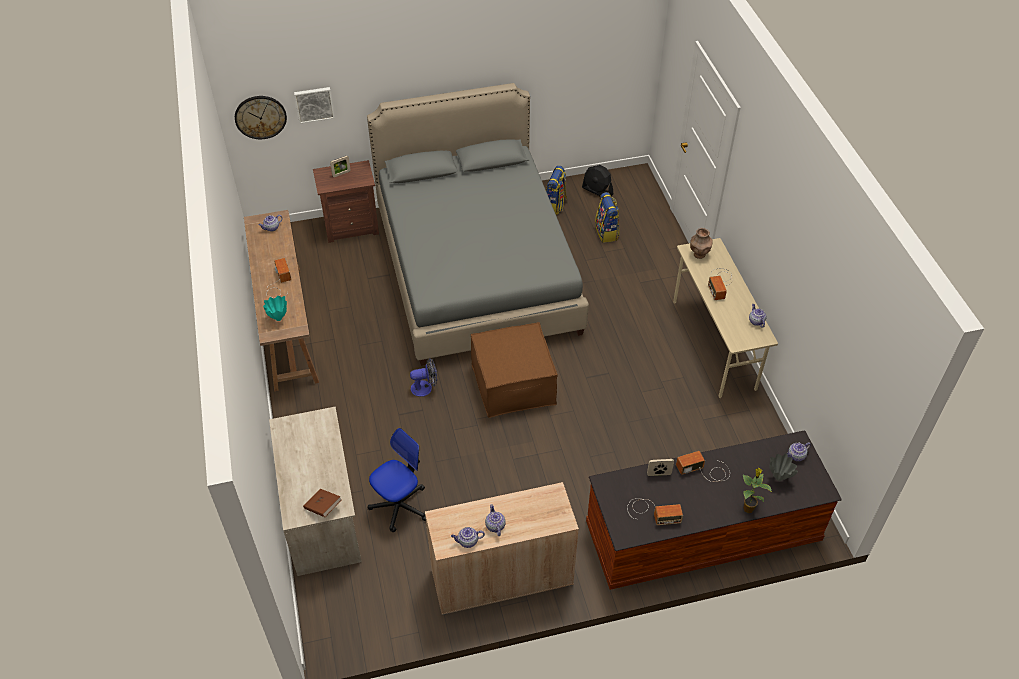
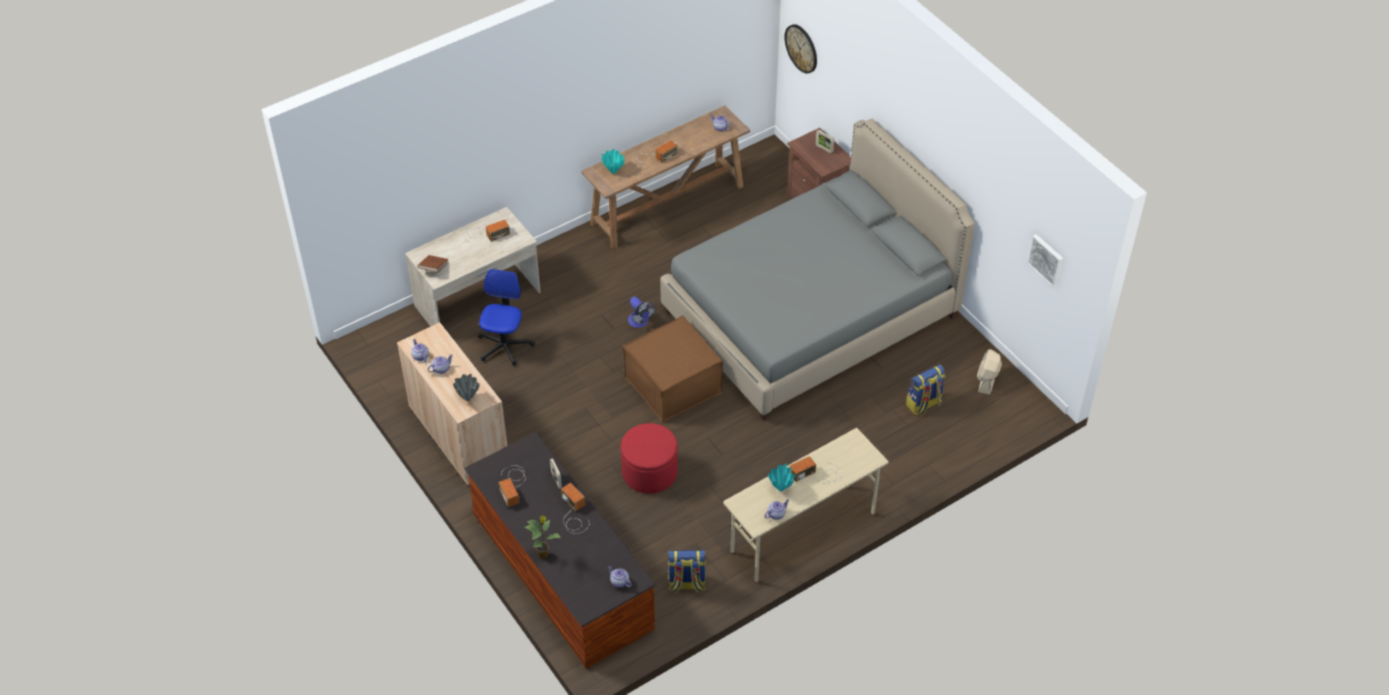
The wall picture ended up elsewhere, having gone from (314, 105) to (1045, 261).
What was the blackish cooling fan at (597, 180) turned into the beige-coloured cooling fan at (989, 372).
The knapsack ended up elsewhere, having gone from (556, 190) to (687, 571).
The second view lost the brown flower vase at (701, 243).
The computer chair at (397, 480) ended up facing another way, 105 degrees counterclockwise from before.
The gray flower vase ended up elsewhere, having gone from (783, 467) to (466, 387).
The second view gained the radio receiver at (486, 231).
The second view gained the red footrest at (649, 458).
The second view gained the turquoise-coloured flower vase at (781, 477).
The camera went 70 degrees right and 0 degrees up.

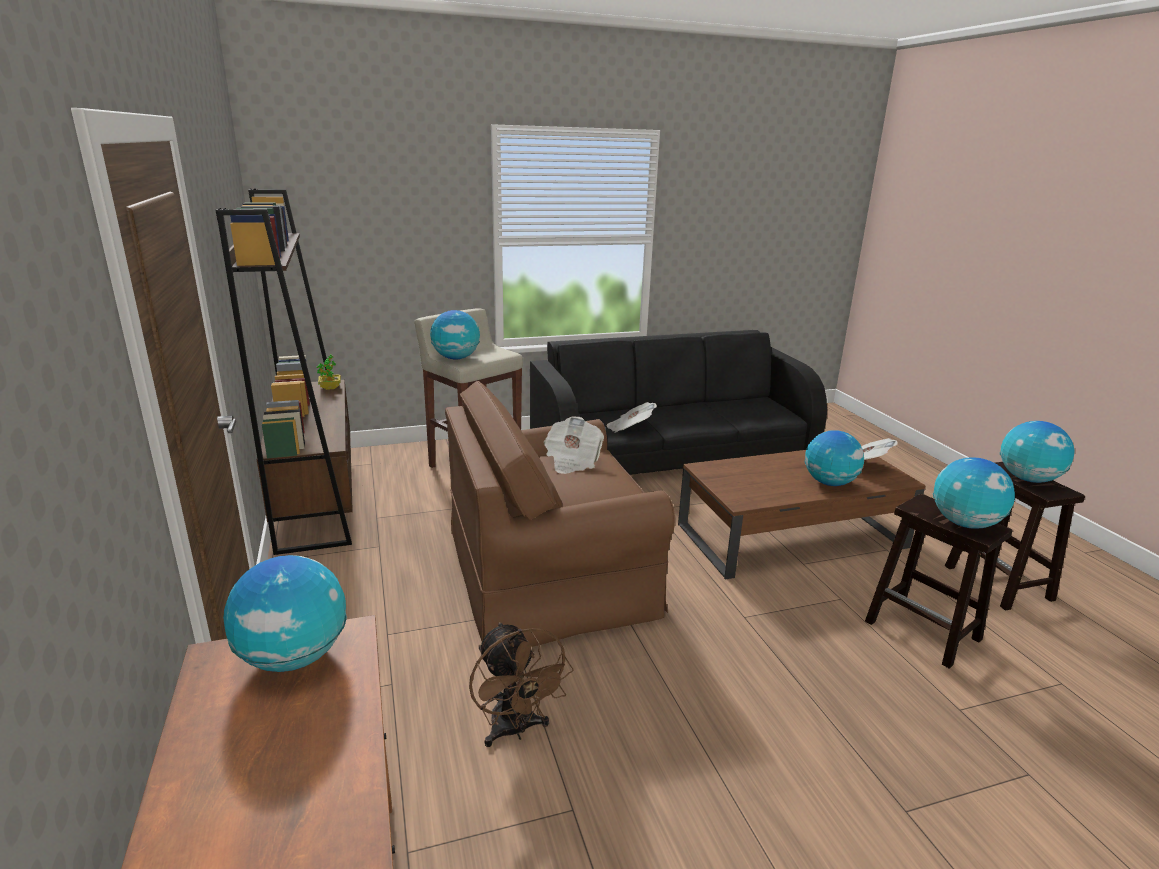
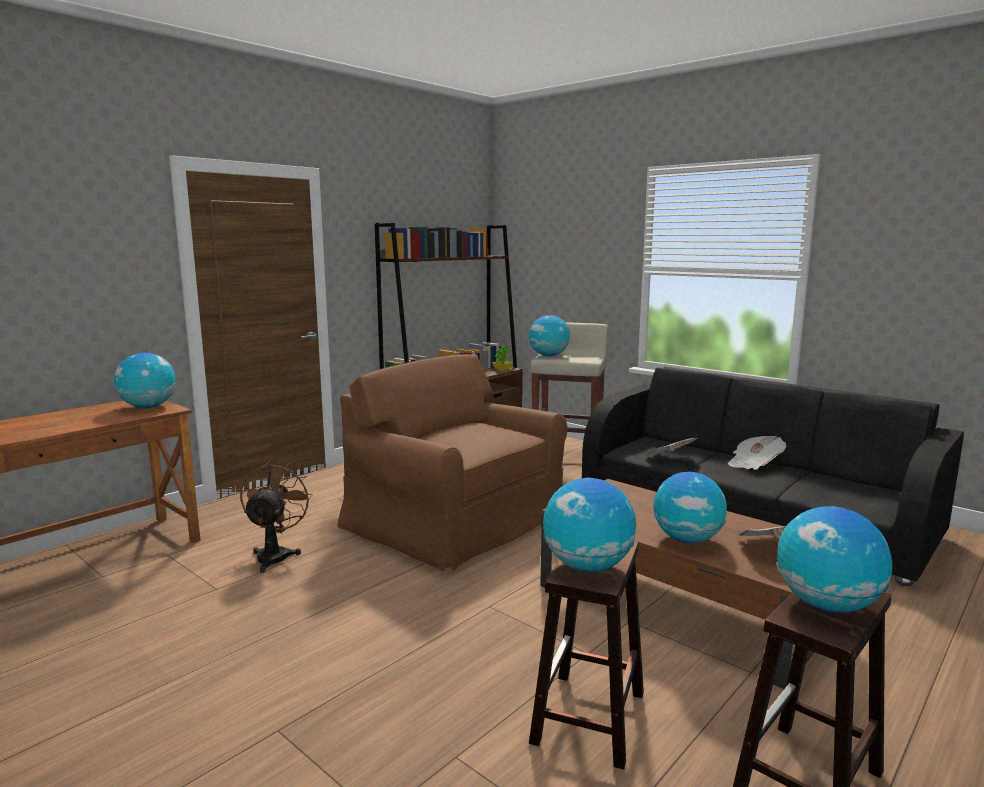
The printed paper ended up elsewhere, having gone from (574, 445) to (757, 453).
The brown cooling fan at (521, 684) ended up facing another way, 150 degrees clockwise from before.
The camera went 60 degrees right and 10 degrees down.

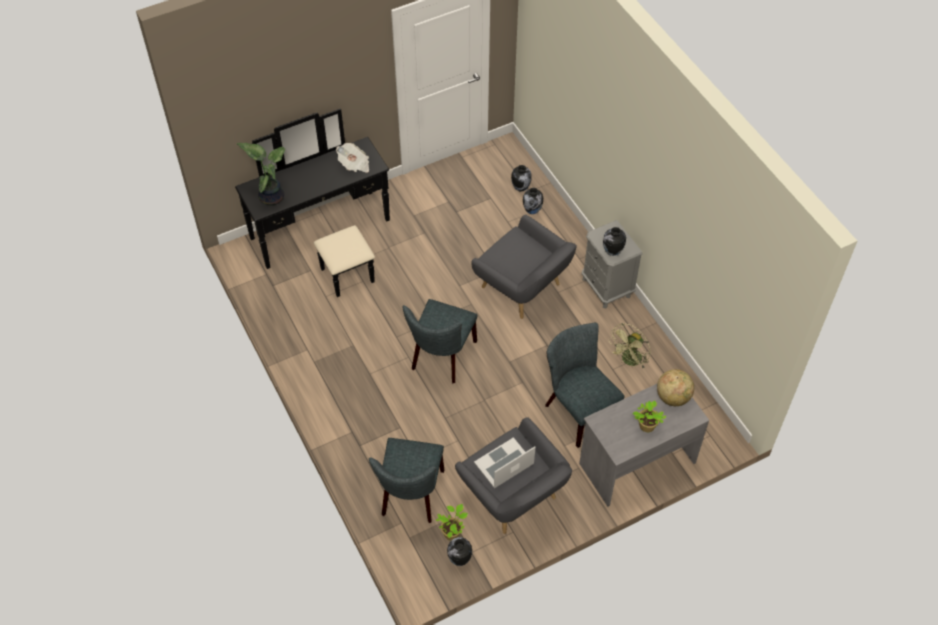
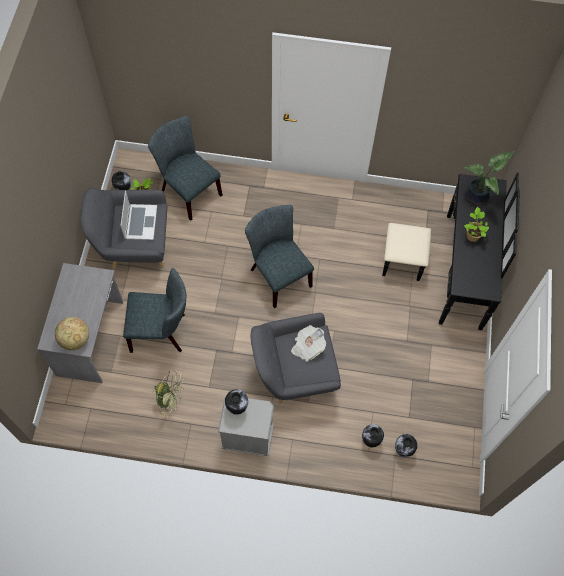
The printed paper ended up elsewhere, having gone from (352, 158) to (308, 343).
The green-coloured cooling fan at (629, 345) ended up facing another way, 120 degrees clockwise from before.
The plant in a pot ended up elsewhere, having gone from (649, 416) to (476, 224).
The camera went 125 degrees right and 10 degrees up.

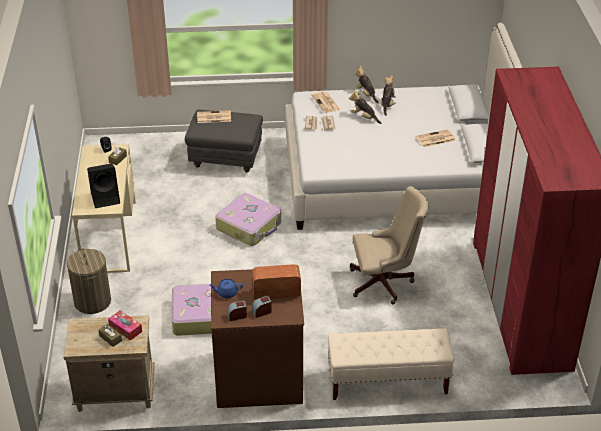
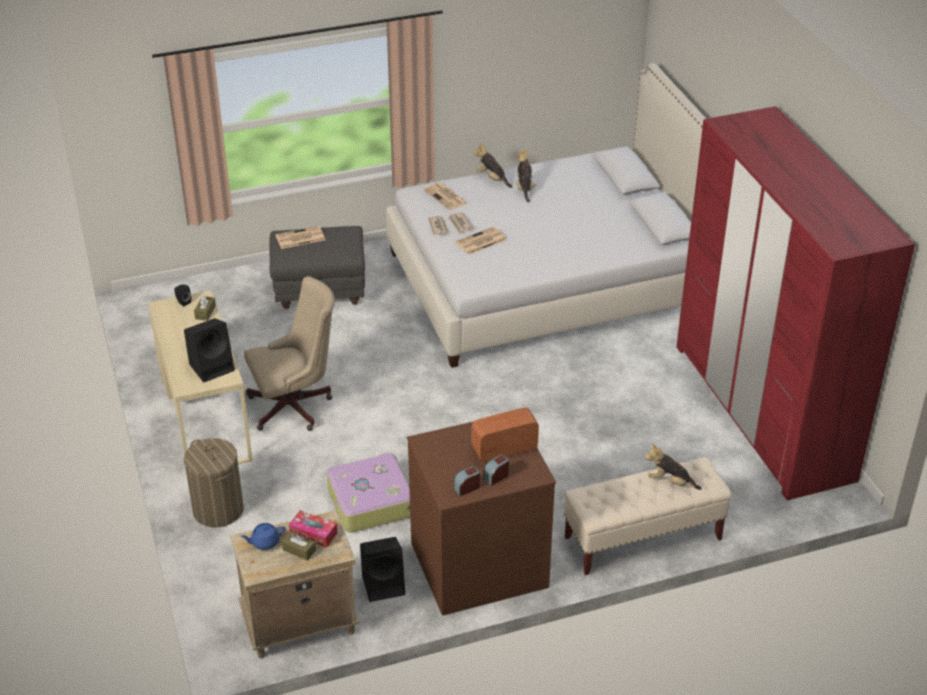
The soft toy ended up elsewhere, having gone from (365, 107) to (673, 466).
The printed paper ended up elsewhere, having gone from (436, 138) to (481, 241).
The beige-coloured computer chair ended up elsewhere, having gone from (389, 245) to (289, 353).
The second view lost the travel case at (248, 219).
The blue-coloured pot for tea ended up elsewhere, having gone from (226, 288) to (263, 536).
The second view gained the blackish speaker at (382, 569).
The camera went 15 degrees left and 0 degrees up.

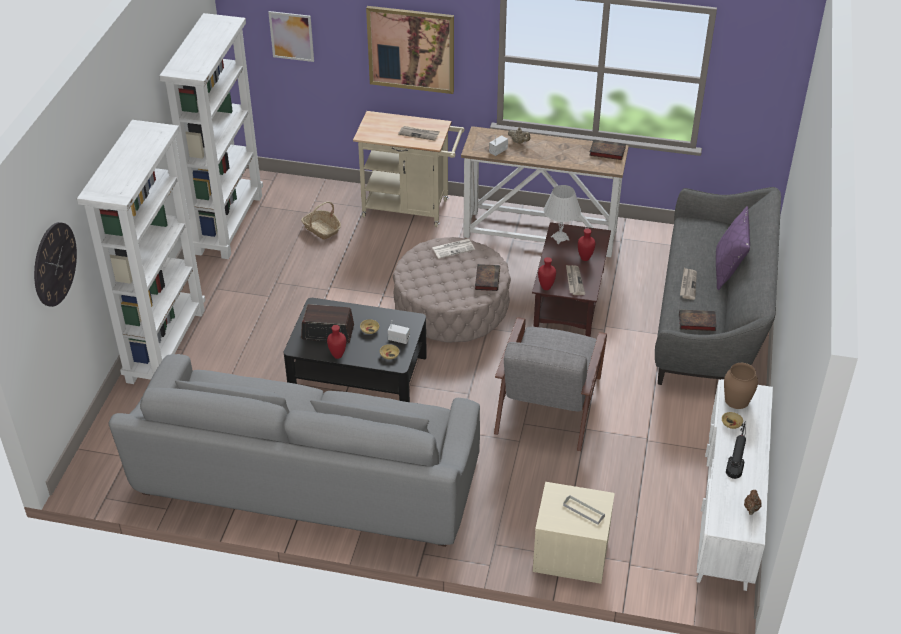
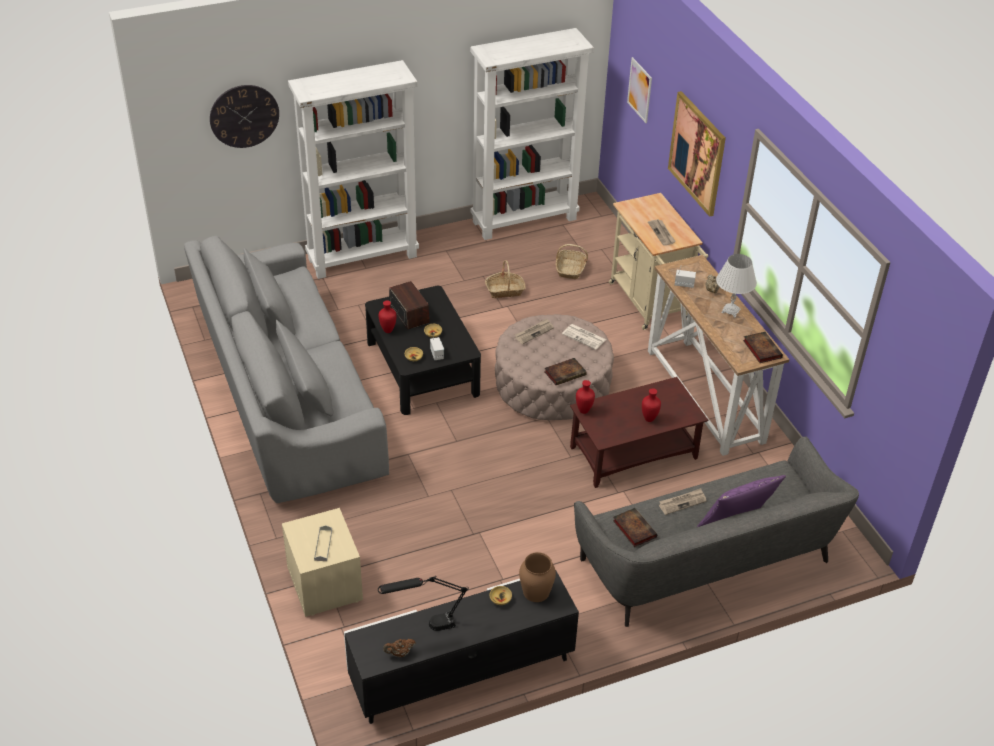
The white lamp for a table ended up elsewhere, having gone from (562, 214) to (736, 286).
The printed paper ended up elsewhere, having gone from (575, 280) to (534, 331).
The second view lost the gray armchair at (550, 384).
What was the white tv unit at (734, 485) turned into the blackish tv unit at (461, 647).
The second view gained the basket at (505, 279).
The camera went 55 degrees right and 0 degrees up.

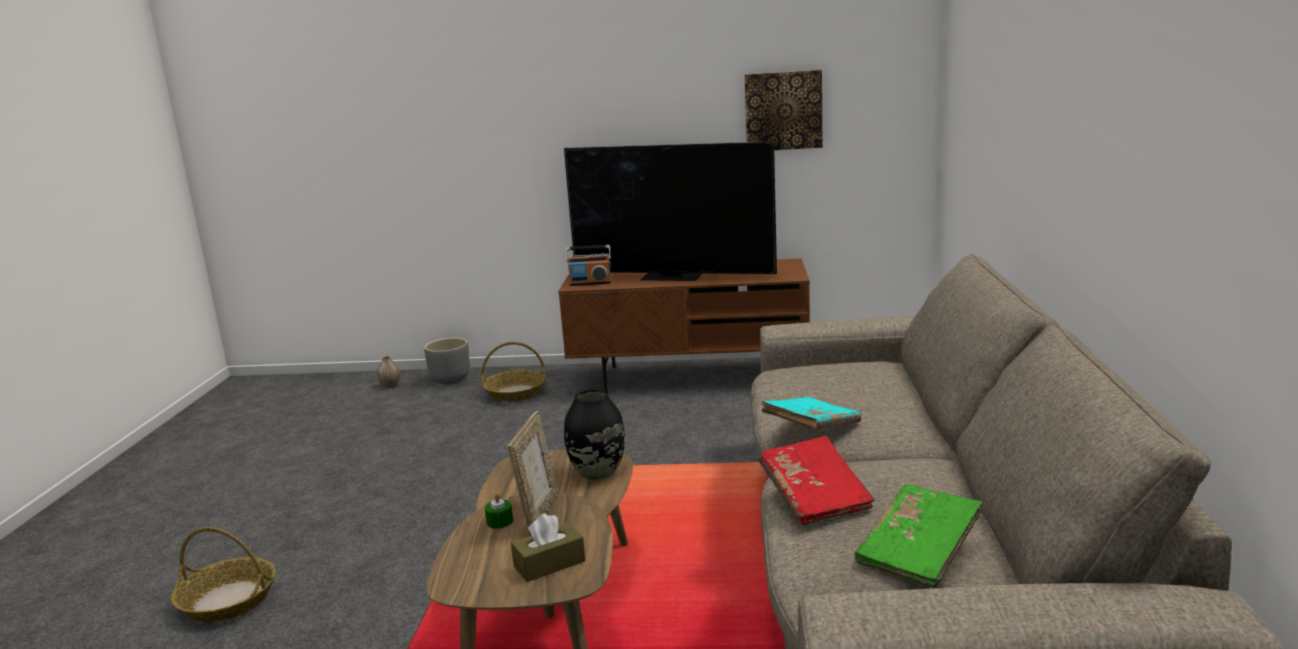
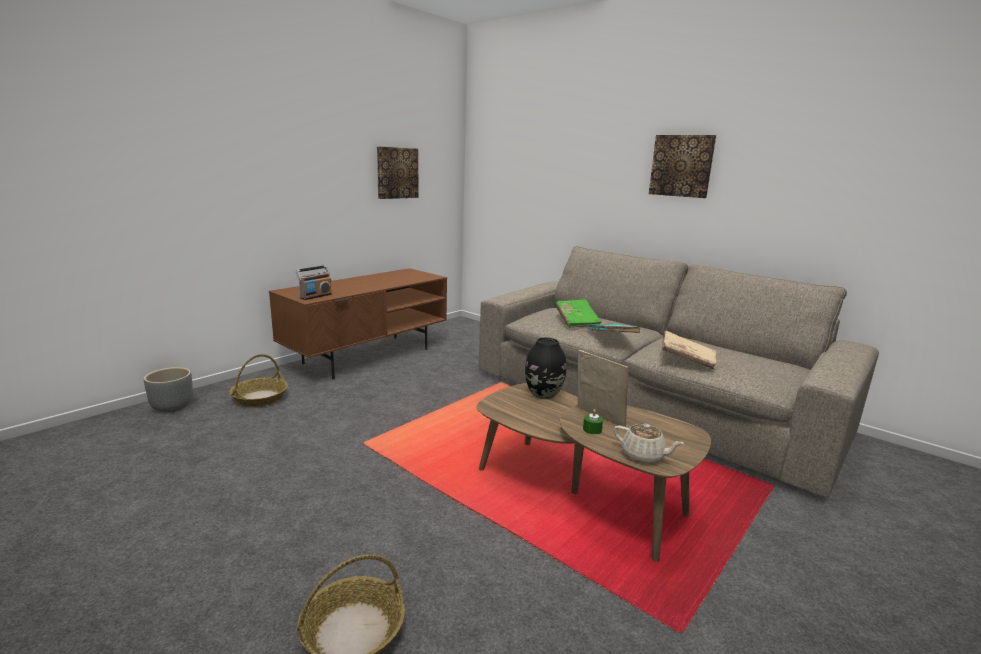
The second view lost the television at (670, 211).
The second view lost the flower vase at (389, 372).
What was the red volume at (817, 481) turned into the beige-coloured volume at (689, 350).
The green-coloured volume ended up elsewhere, having gone from (919, 536) to (578, 313).
The second view lost the brown tissue holder at (548, 547).
The second view gained the wall picture at (682, 166).
The second view gained the beige-coloured pot for tea at (649, 443).
The camera went 55 degrees left and 0 degrees up.

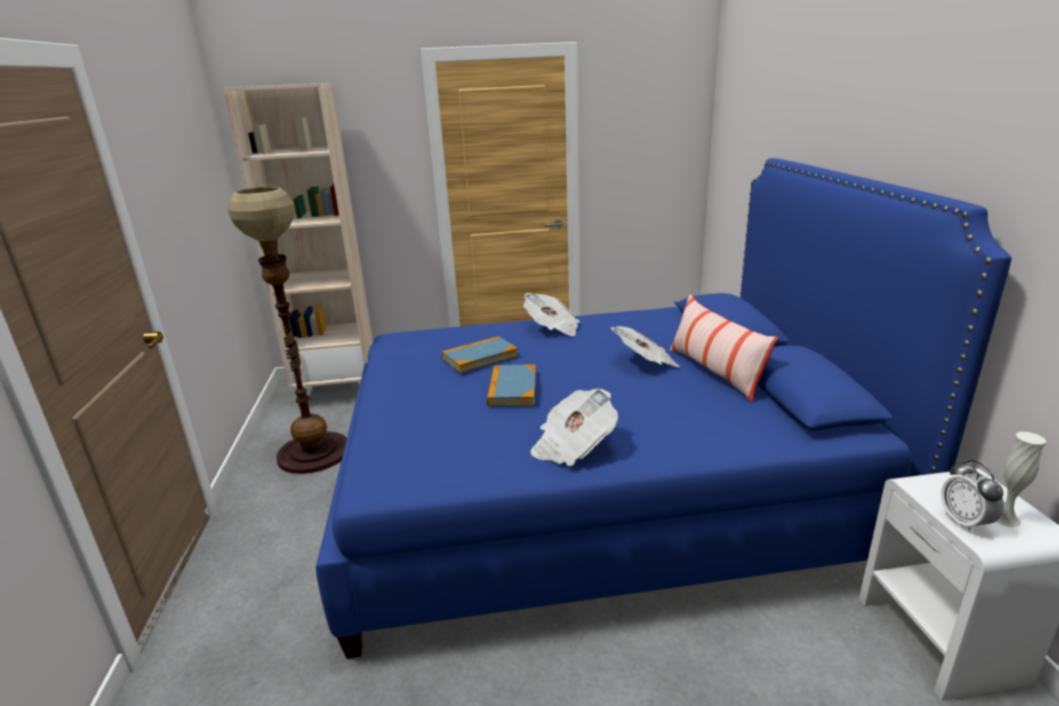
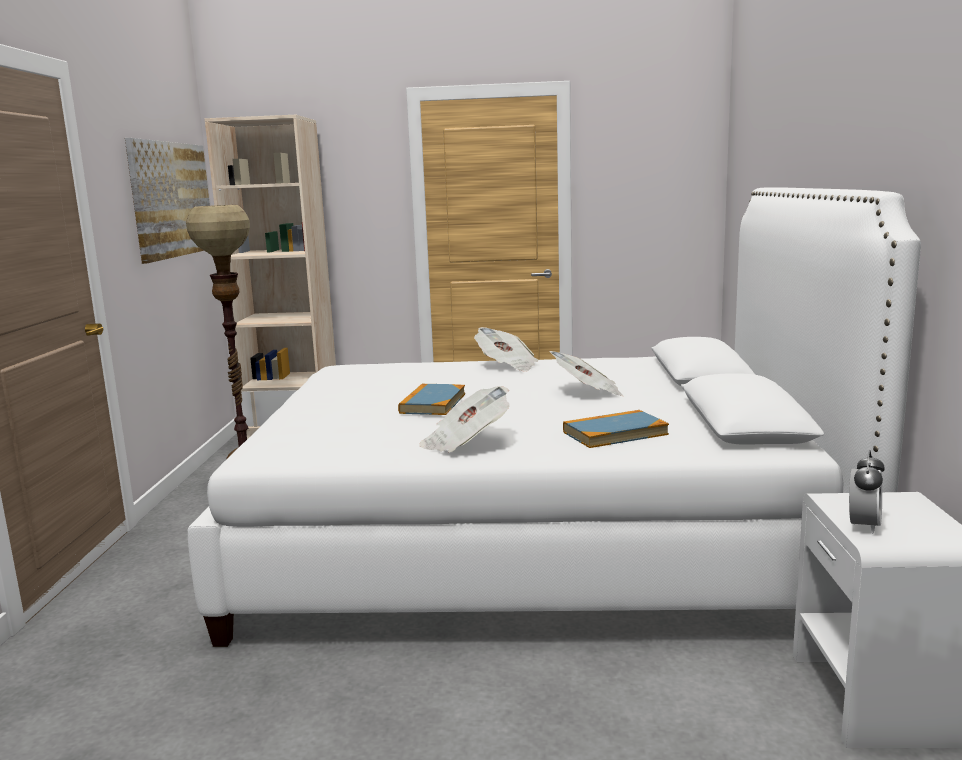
What was the blue-coloured bedroom bed at (664, 408) turned into the white bedroom bed at (554, 417).
The second view lost the throw pillow at (723, 348).
The volume ended up elsewhere, having gone from (480, 354) to (616, 429).
The second view lost the white flower vase at (1021, 480).
The alarm clock at (972, 496) ended up facing another way, 150 degrees counterclockwise from before.
The second view gained the wall picture at (167, 201).
The camera went 10 degrees right and 10 degrees down.

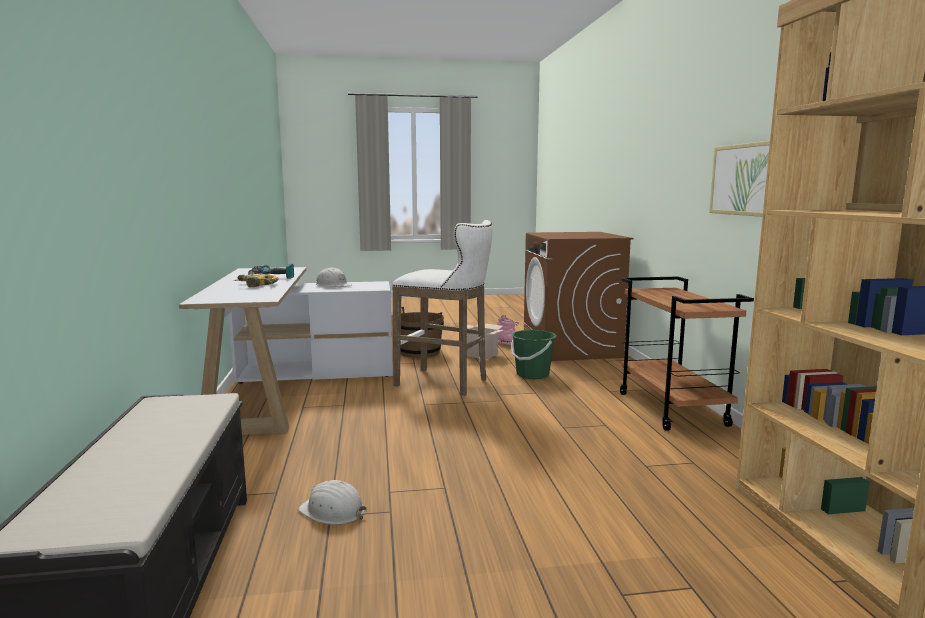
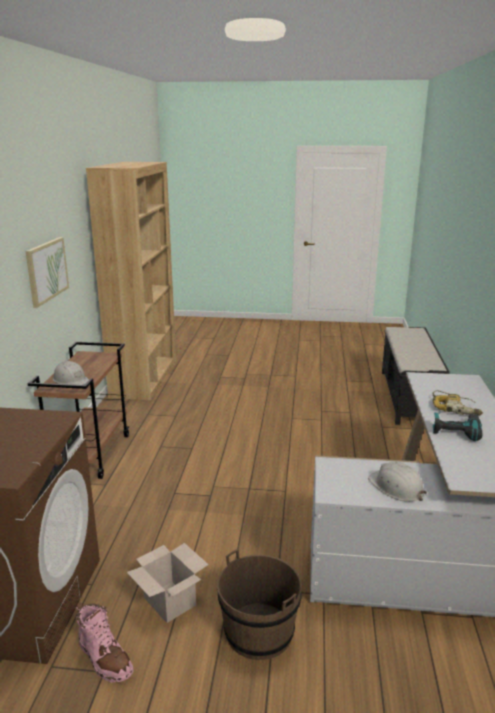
The second view lost the white sitting stool at (443, 308).
The second view lost the green-coloured water bucket at (534, 354).
The white safety helmet ended up elsewhere, having gone from (332, 502) to (71, 373).
The camera went 165 degrees left and 10 degrees up.

